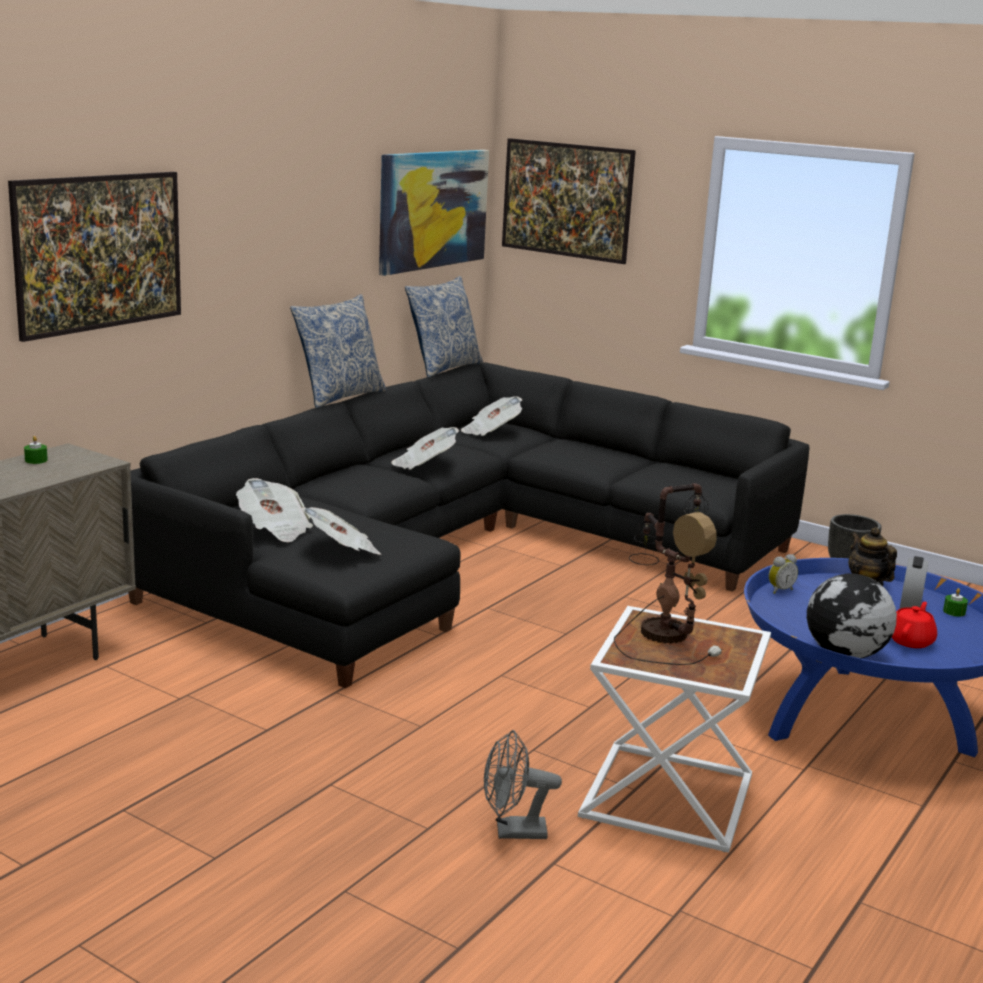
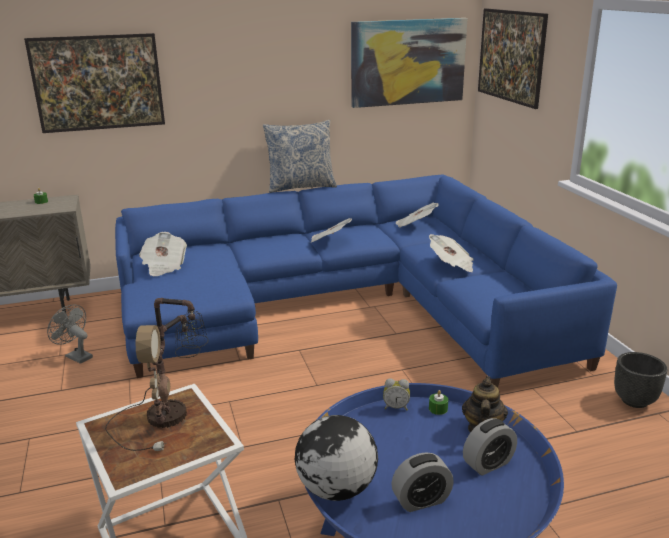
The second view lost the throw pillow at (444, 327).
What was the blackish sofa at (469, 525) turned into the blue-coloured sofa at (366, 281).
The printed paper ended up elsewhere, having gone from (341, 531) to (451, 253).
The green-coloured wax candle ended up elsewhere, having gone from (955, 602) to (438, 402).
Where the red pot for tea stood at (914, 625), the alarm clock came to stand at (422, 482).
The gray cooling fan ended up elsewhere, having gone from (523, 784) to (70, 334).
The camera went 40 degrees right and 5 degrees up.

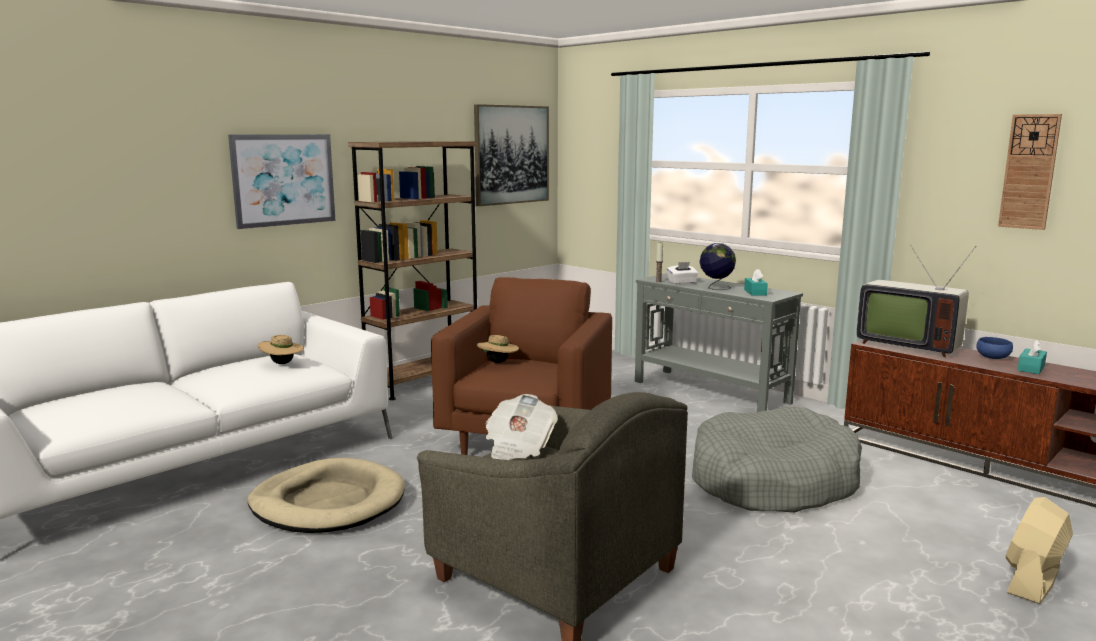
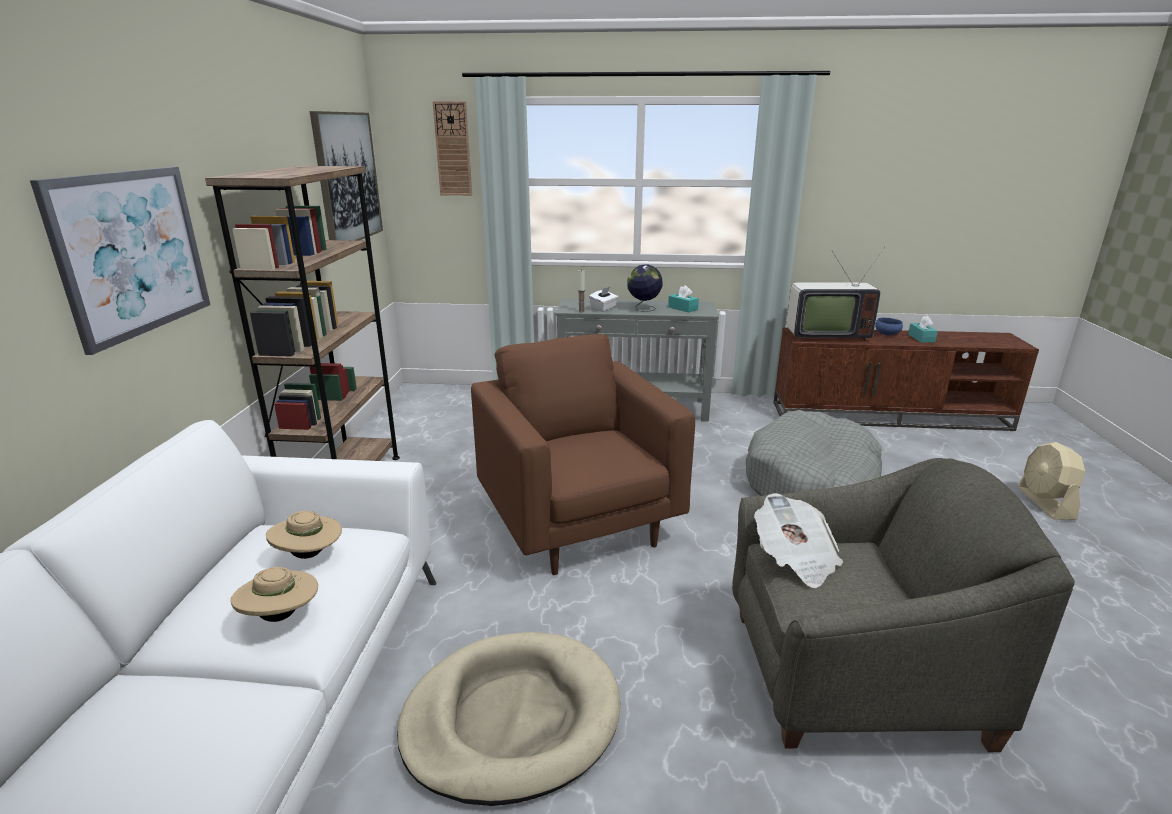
The hanging clock ended up elsewhere, having gone from (1030, 172) to (452, 148).
The beige-coloured hat ended up elsewhere, having gone from (498, 349) to (274, 594).
The camera went 40 degrees left and 10 degrees up.

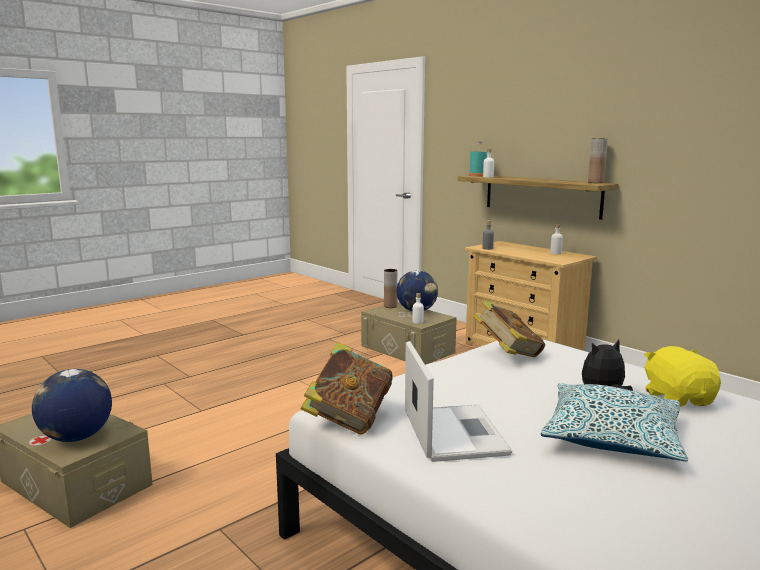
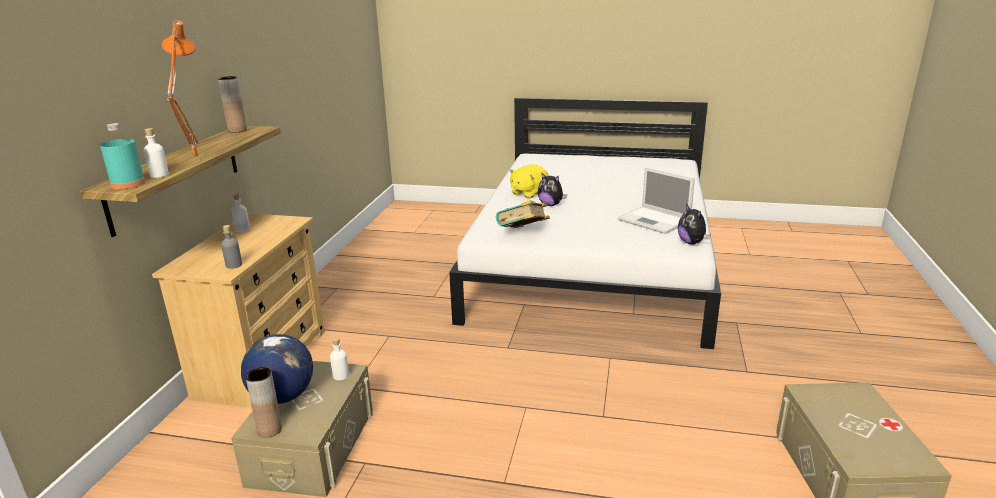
The notebook computer at (458, 401) ended up facing another way, 90 degrees counterclockwise from before.
Where the volume stood at (347, 388), the soft toy came to stand at (694, 224).
The second view lost the globe at (72, 405).
The second view lost the throw pillow at (614, 422).
The second view gained the orange-coloured lamp for a table at (180, 90).
The camera went 125 degrees left and 10 degrees up.

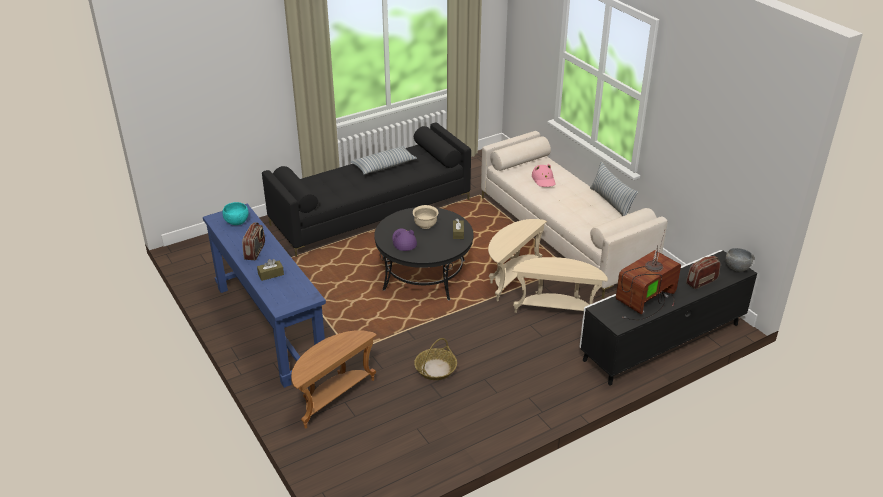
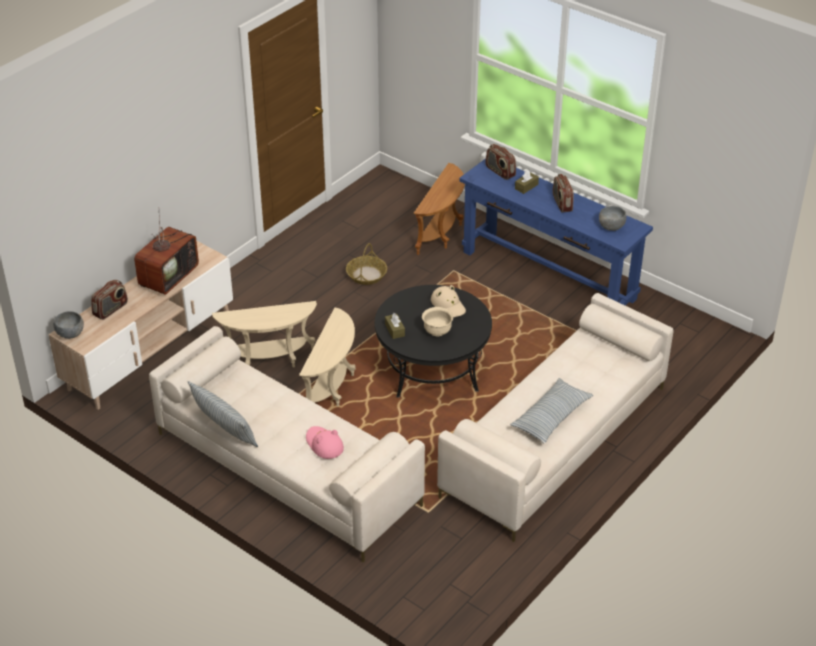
What was the blackish sofa at (366, 190) turned into the beige-coloured sofa at (555, 417).
What was the turquoise-coloured serving bowl at (236, 213) turned into the gray serving bowl at (612, 218).
What was the purplish hat at (404, 239) turned into the beige-coloured hat at (448, 301).
What was the blackish tv unit at (668, 317) turned into the beige-coloured tv unit at (141, 325).
The second view gained the radio receiver at (500, 162).
The camera went 160 degrees right and 5 degrees up.

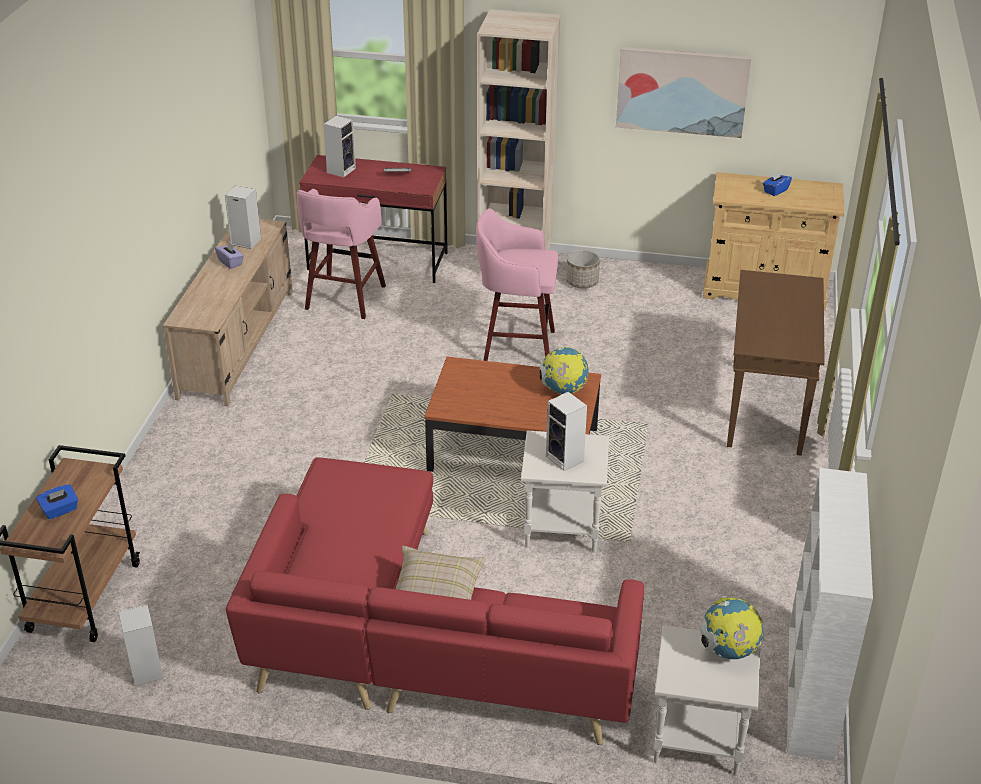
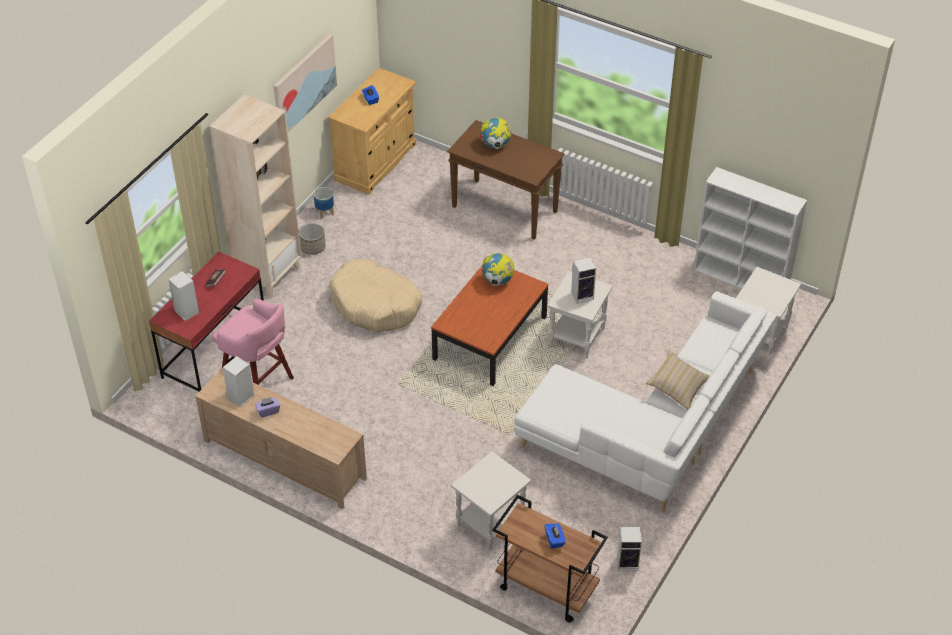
Where the pink sitting stool stood at (517, 284), the beige-coloured dog cushion came to stand at (375, 295).
What was the red sofa at (435, 601) turned into the white sofa at (646, 401).
The globe ended up elsewhere, having gone from (732, 627) to (496, 133).
The second view gained the planter at (324, 203).
The second view gained the white end table at (491, 501).
The camera went 70 degrees left and 10 degrees up.

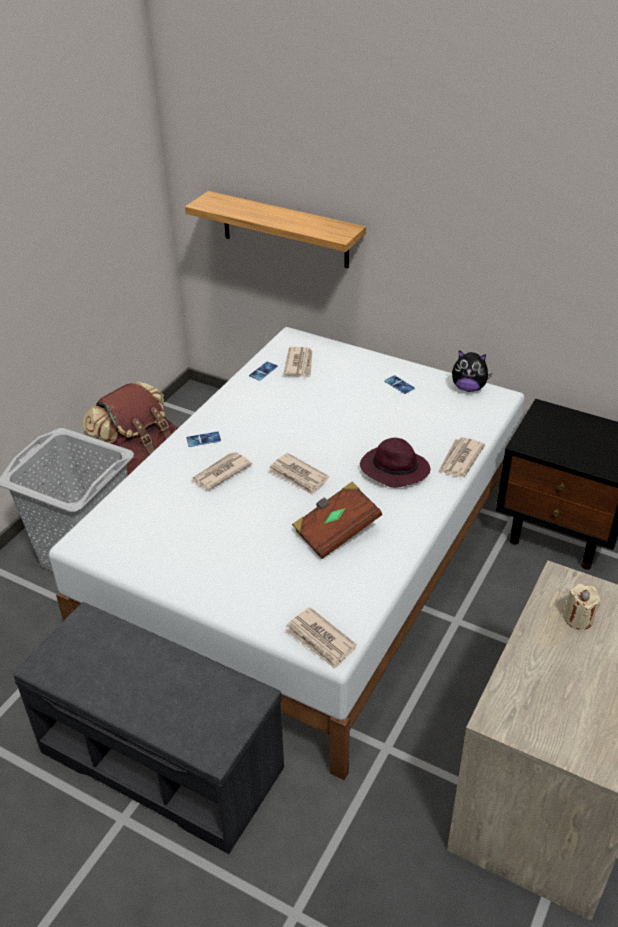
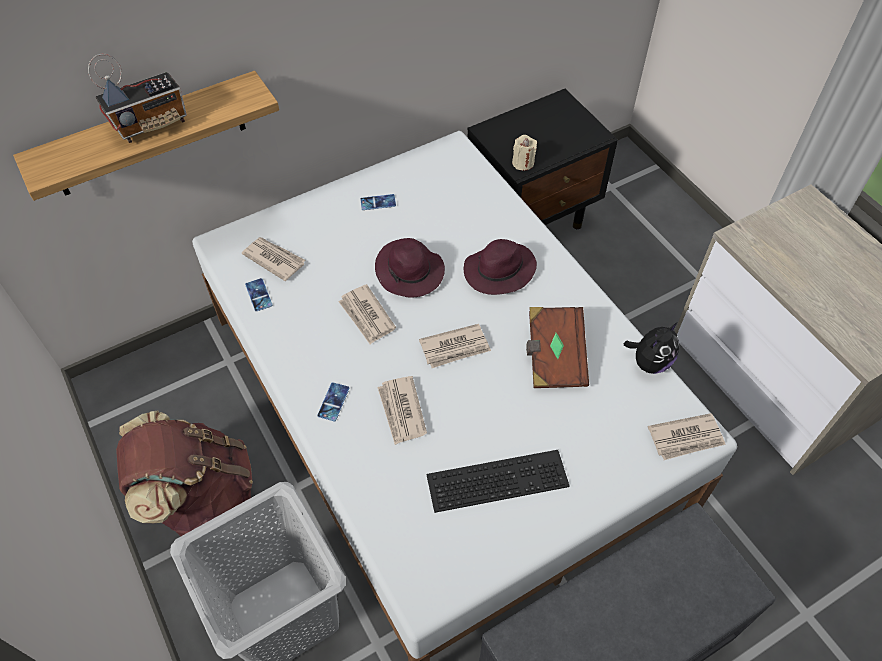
The soft toy ended up elsewhere, having gone from (472, 371) to (652, 348).
The printed paper ended up elsewhere, having gone from (461, 457) to (367, 314).
The beige-coloured wax candle ended up elsewhere, having gone from (581, 607) to (524, 153).
The second view gained the radio receiver at (137, 98).
The second view gained the purplish hat at (410, 268).
The second view gained the PC keyboard at (498, 481).
The camera went 60 degrees left and 15 degrees up.

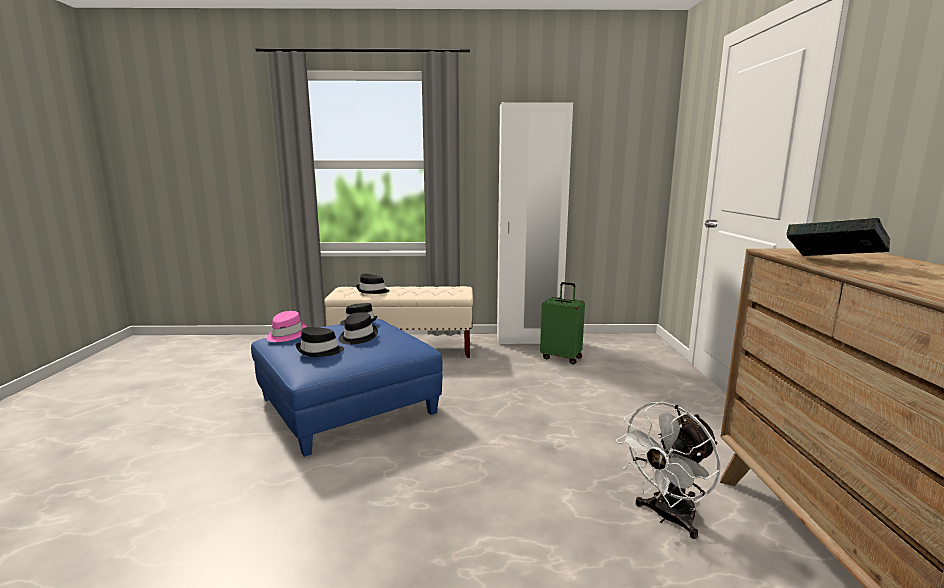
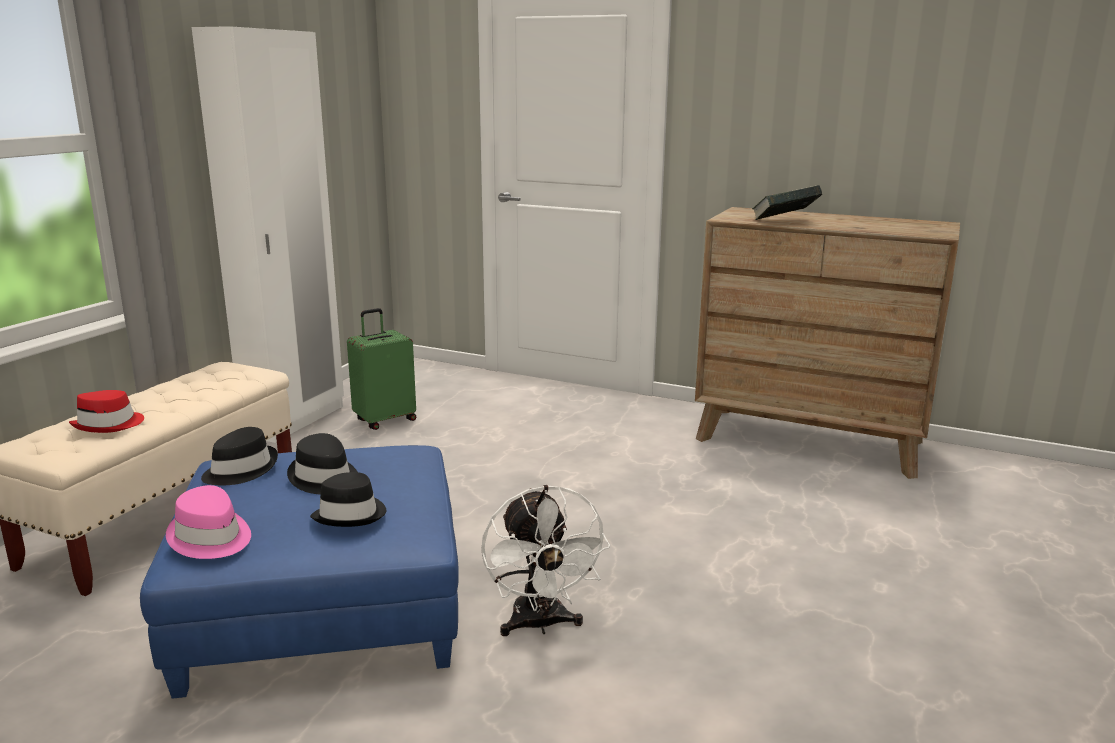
What was the blackish hat at (373, 284) turned into the red hat at (106, 411).
The white cooling fan ended up elsewhere, having gone from (668, 470) to (545, 560).
The camera went 65 degrees left and 5 degrees up.

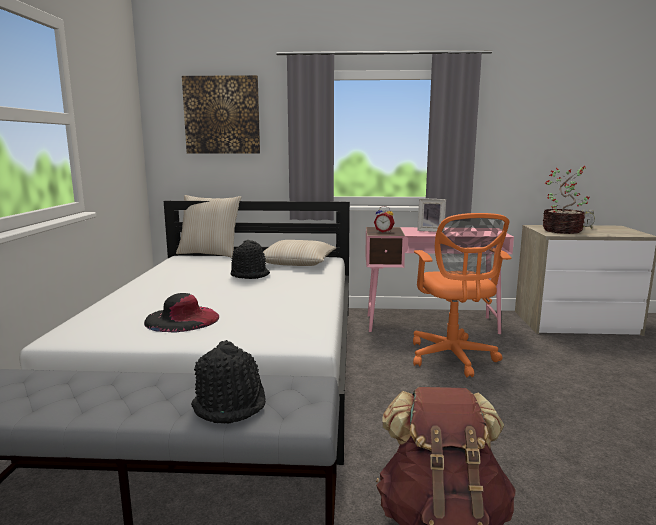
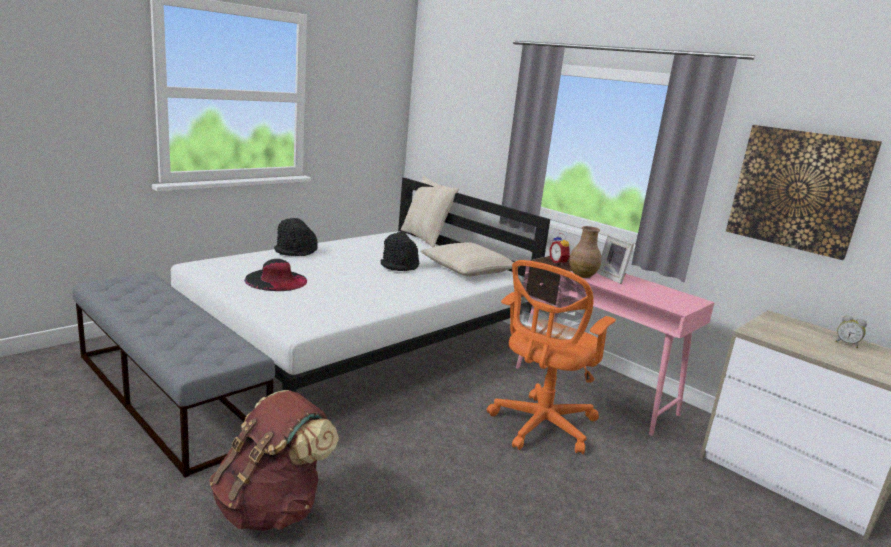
The wall picture ended up elsewhere, having gone from (221, 114) to (804, 192).
The second view lost the plant in a pot at (566, 200).
The blackish hat ended up elsewhere, having gone from (228, 382) to (296, 237).
The second view gained the brown flower vase at (585, 252).
The camera went 40 degrees right and 5 degrees up.

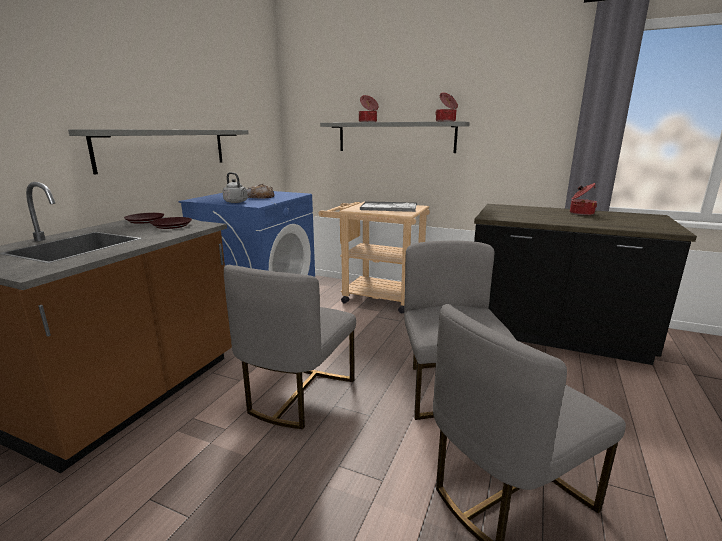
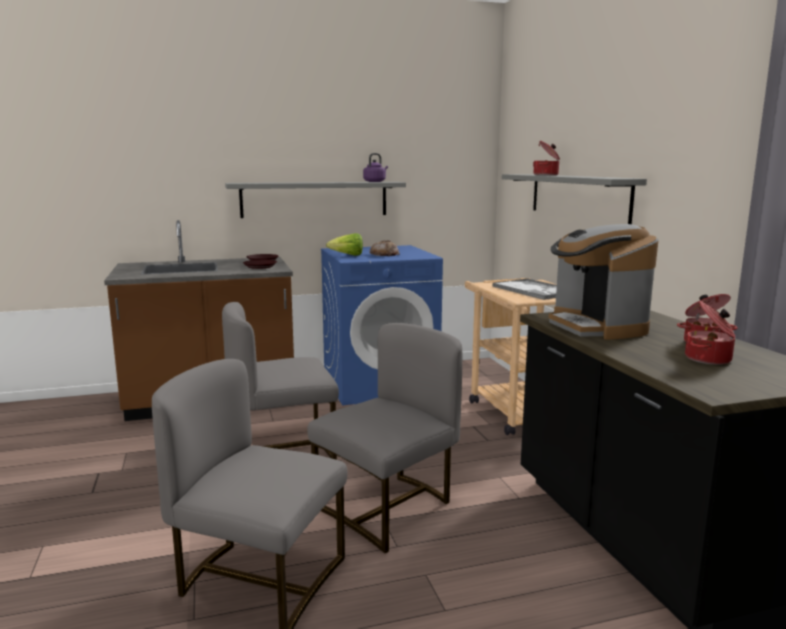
The stockpot ended up elsewhere, having gone from (446, 107) to (710, 333).
Where the gray tea kettle stood at (235, 187), the lettuce came to stand at (344, 244).
The second view gained the purplish tea kettle at (375, 167).
The second view gained the coffee brewer at (603, 282).
The camera went 50 degrees right and 5 degrees down.

